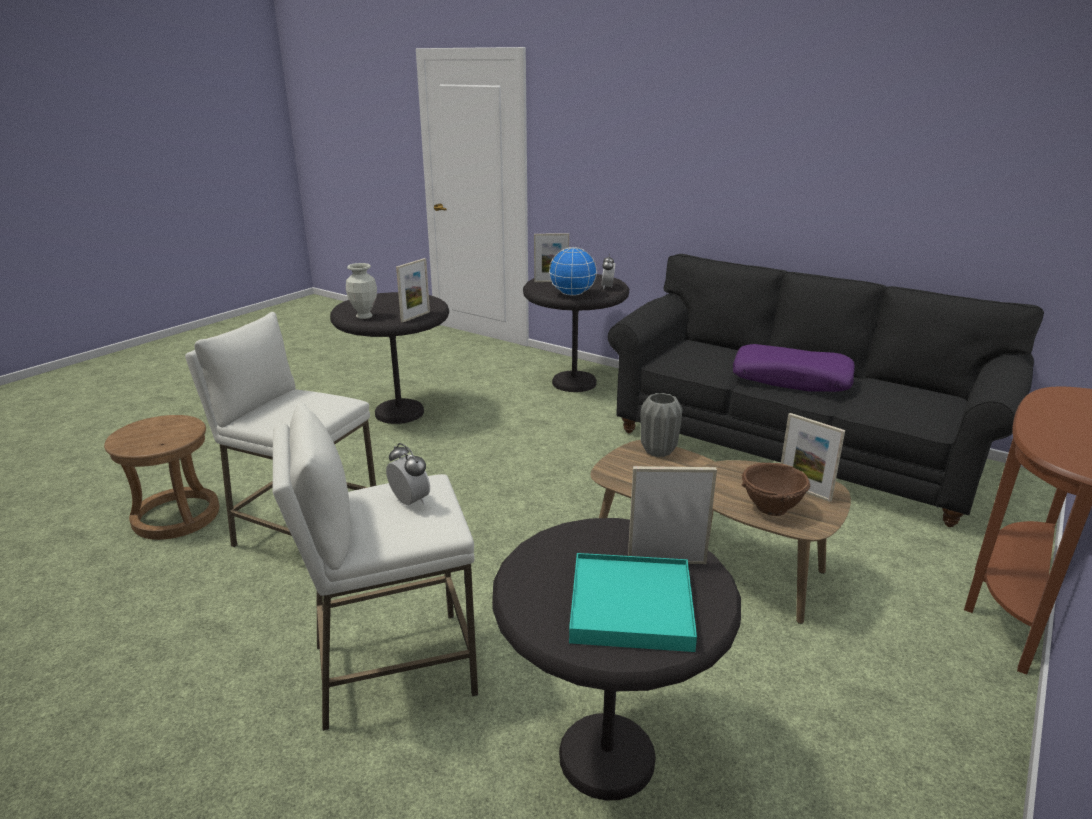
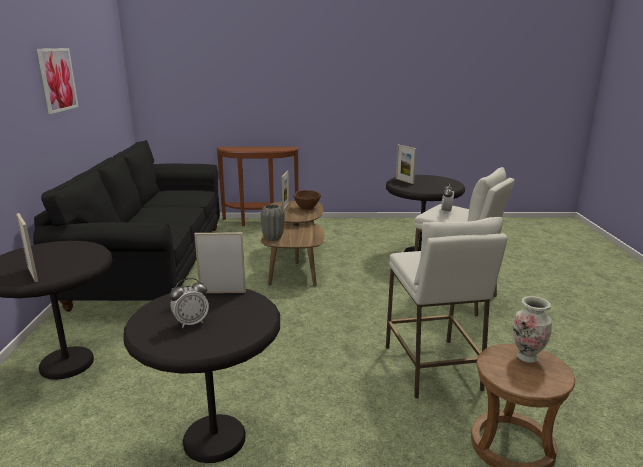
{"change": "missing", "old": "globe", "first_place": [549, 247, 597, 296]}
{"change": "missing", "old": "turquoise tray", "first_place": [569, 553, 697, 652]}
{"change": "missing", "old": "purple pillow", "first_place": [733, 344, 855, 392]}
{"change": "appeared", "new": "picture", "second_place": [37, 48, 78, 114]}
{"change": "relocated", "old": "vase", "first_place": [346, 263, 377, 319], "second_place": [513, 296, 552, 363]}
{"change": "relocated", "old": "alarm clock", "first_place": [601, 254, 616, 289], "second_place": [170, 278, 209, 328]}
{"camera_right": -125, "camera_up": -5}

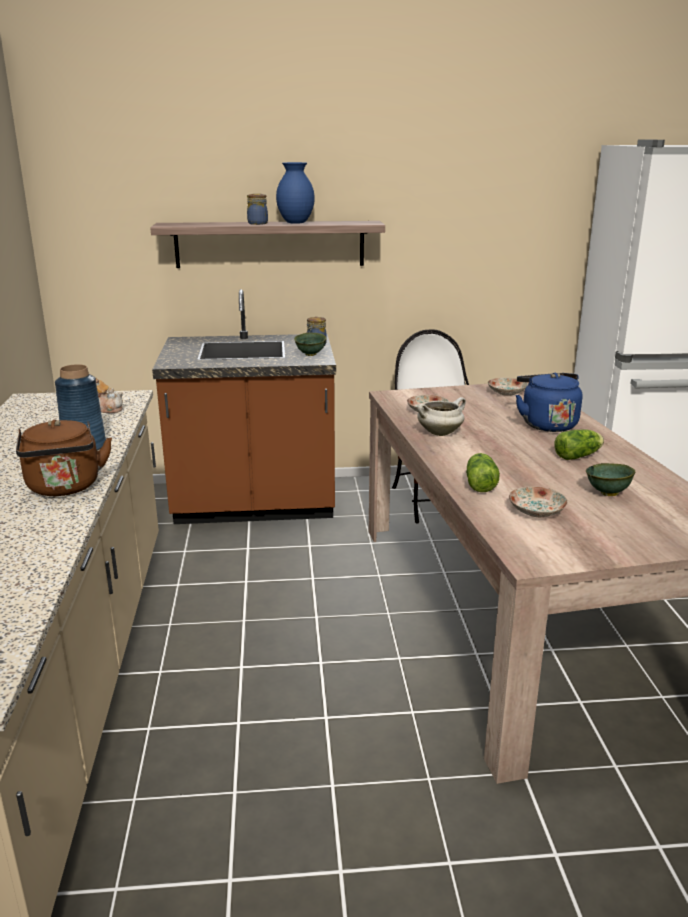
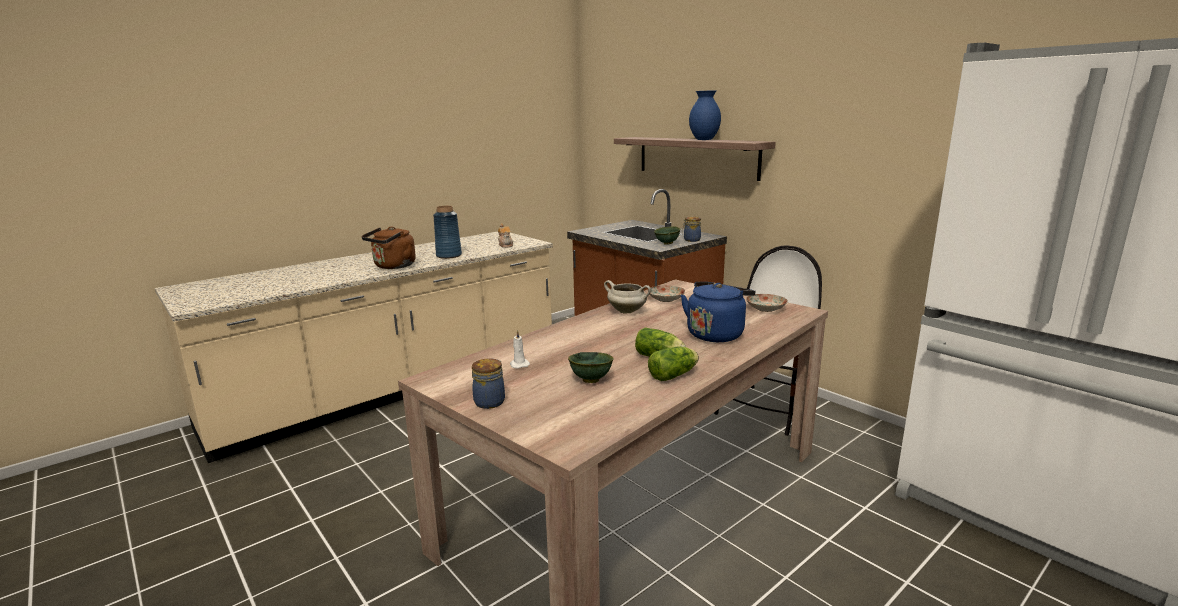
{"change": "relocated", "old": "jar", "first_place": [247, 193, 268, 225], "second_place": [472, 358, 505, 409]}
{"change": "relocated", "old": "lettuce", "first_place": [466, 453, 500, 492], "second_place": [648, 346, 699, 381]}
{"change": "exchanged", "old": "plate", "new": "white candle", "first_place": [509, 486, 568, 517], "second_place": [510, 330, 530, 369]}
{"camera_right": 55, "camera_up": -5}

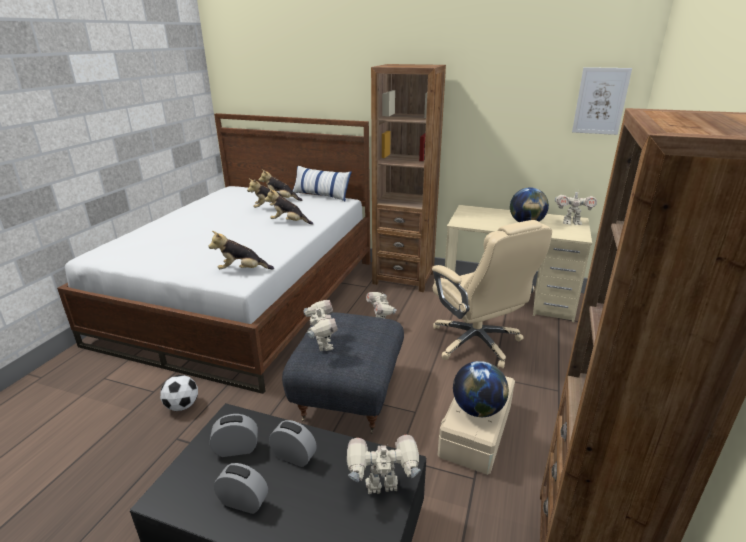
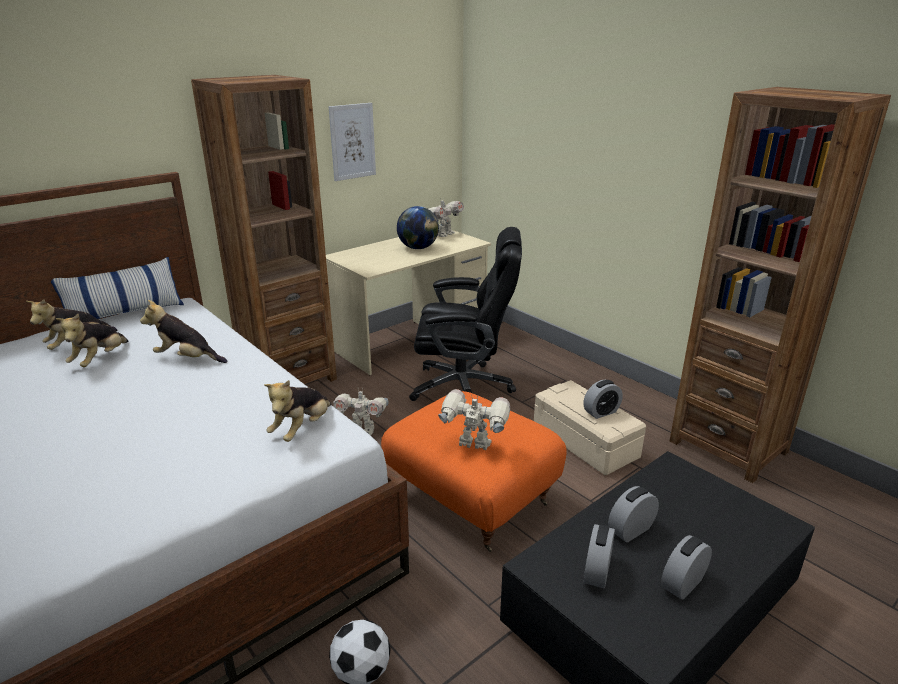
{"change": "missing", "old": "toy robot", "first_place": [347, 434, 421, 494]}
{"change": "relocated", "old": "picture", "first_place": [572, 67, 632, 135], "second_place": [329, 103, 376, 181]}
{"change": "exchanged", "old": "globe", "new": "alarm clock", "first_place": [453, 361, 509, 417], "second_place": [583, 380, 623, 419]}
{"change": "colour", "old": "grey ottoman", "new": "orange ottoman", "first_place": [282, 312, 404, 434], "second_place": [381, 391, 567, 552]}
{"change": "colour", "old": "beige office chair", "new": "black office chair", "first_place": [432, 220, 552, 368], "second_place": [409, 227, 522, 401]}
{"change": "spun", "old": "plush toy", "first_place": [264, 188, 314, 225], "second_place": [140, 300, 228, 363], "degrees": 60}
{"camera_right": -60, "camera_up": 0}

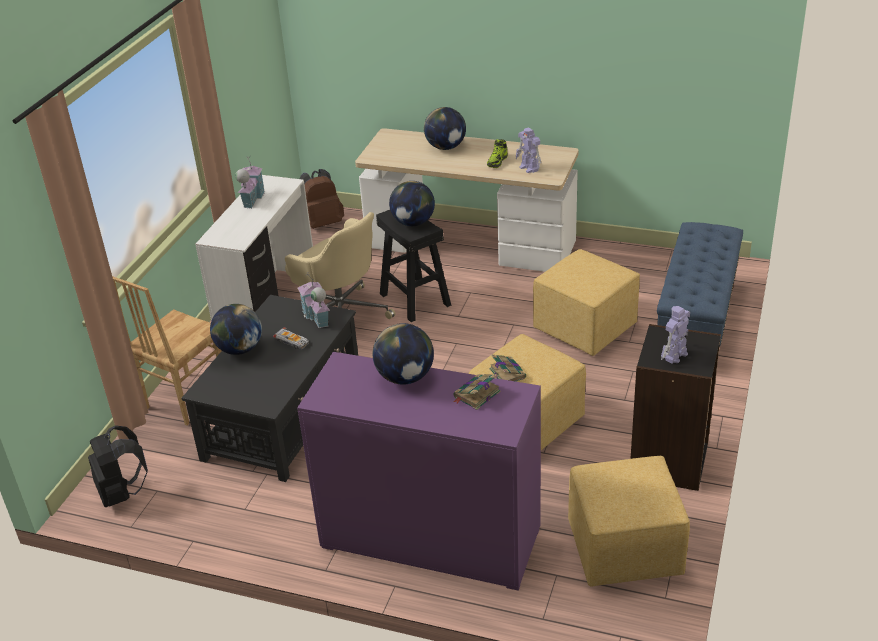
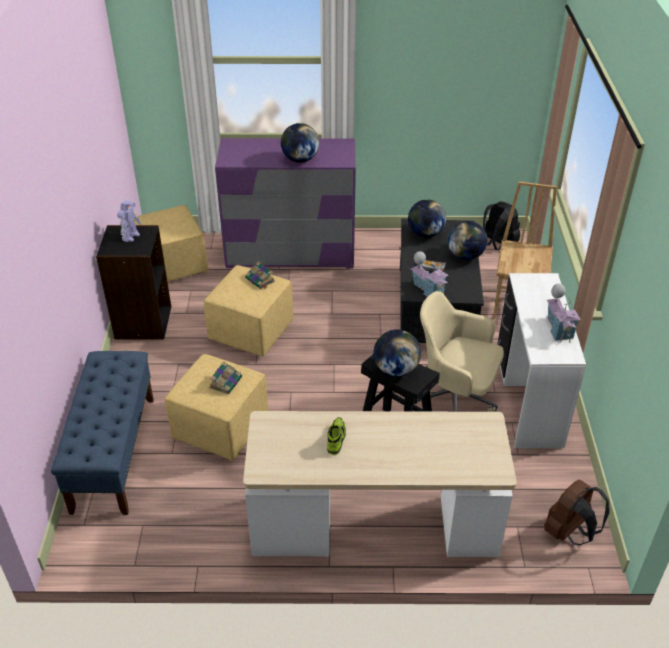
{"change": "missing", "old": "toy robot", "first_place": [516, 128, 541, 173]}
{"change": "relocated", "old": "globe", "first_place": [424, 107, 466, 150], "second_place": [408, 199, 446, 238]}
{"change": "relocated", "old": "book", "first_place": [453, 374, 500, 410], "second_place": [210, 361, 242, 394]}
{"camera_right": 160, "camera_up": 5}

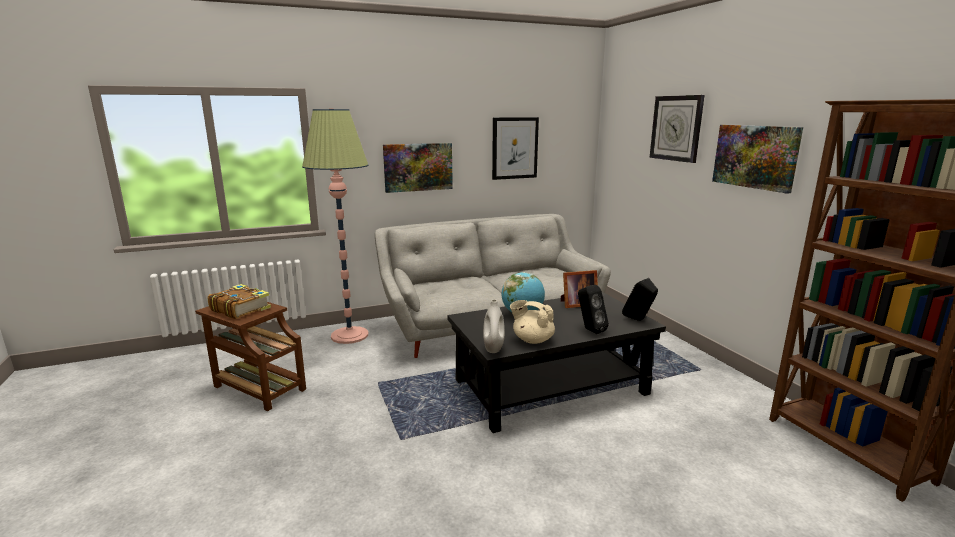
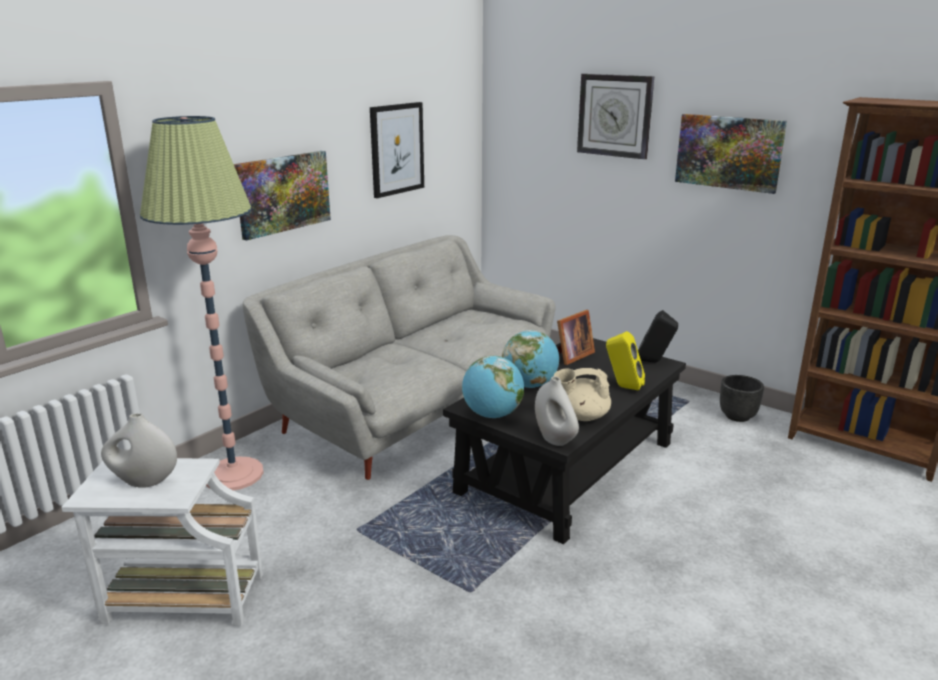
{"change": "appeared", "new": "globe", "second_place": [462, 356, 524, 418]}
{"change": "appeared", "new": "black planter", "second_place": [720, 375, 764, 422]}
{"change": "exchanged", "old": "book", "new": "white vase", "first_place": [208, 284, 271, 319], "second_place": [101, 413, 177, 488]}
{"change": "colour", "old": "brown side table", "new": "white side table", "first_place": [195, 302, 306, 411], "second_place": [61, 458, 263, 626]}
{"change": "colour", "old": "black speaker", "new": "yellow speaker", "first_place": [578, 285, 609, 334], "second_place": [606, 331, 645, 391]}
{"camera_right": -30, "camera_up": 5}

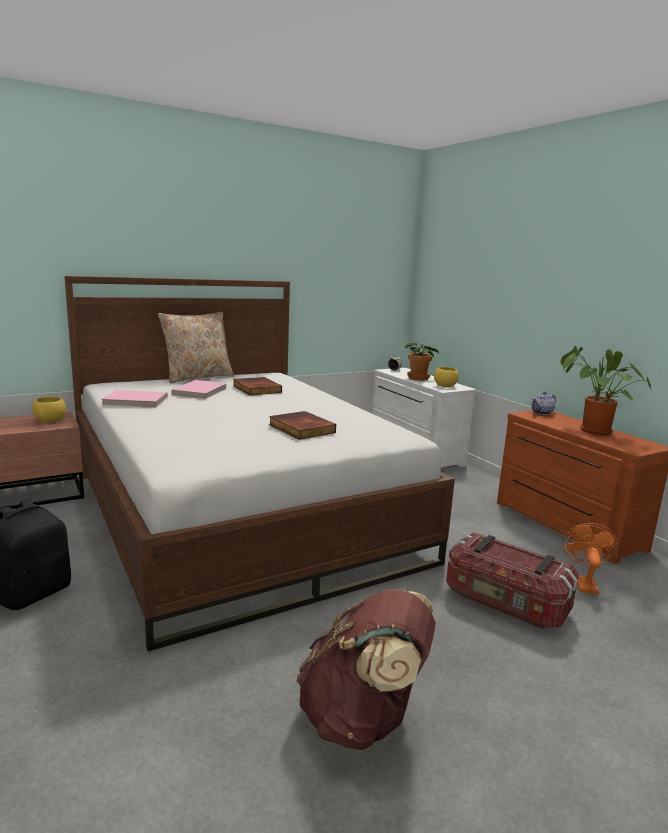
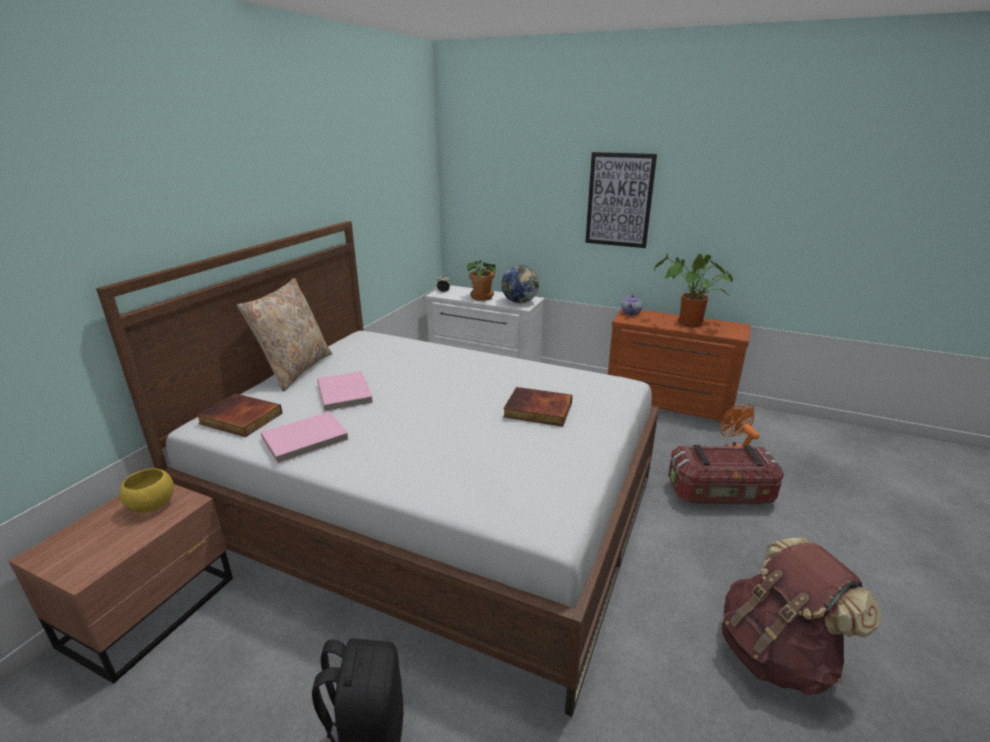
{"change": "appeared", "new": "picture", "second_place": [585, 152, 657, 248]}
{"change": "relocated", "old": "book", "first_place": [233, 377, 282, 396], "second_place": [196, 393, 282, 437]}
{"change": "exchanged", "old": "yellow bowl", "new": "globe", "first_place": [434, 367, 458, 387], "second_place": [501, 265, 539, 303]}
{"camera_right": -35, "camera_up": 10}

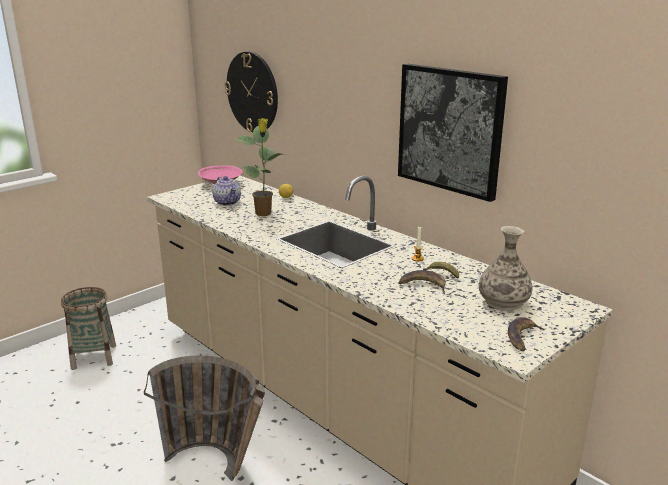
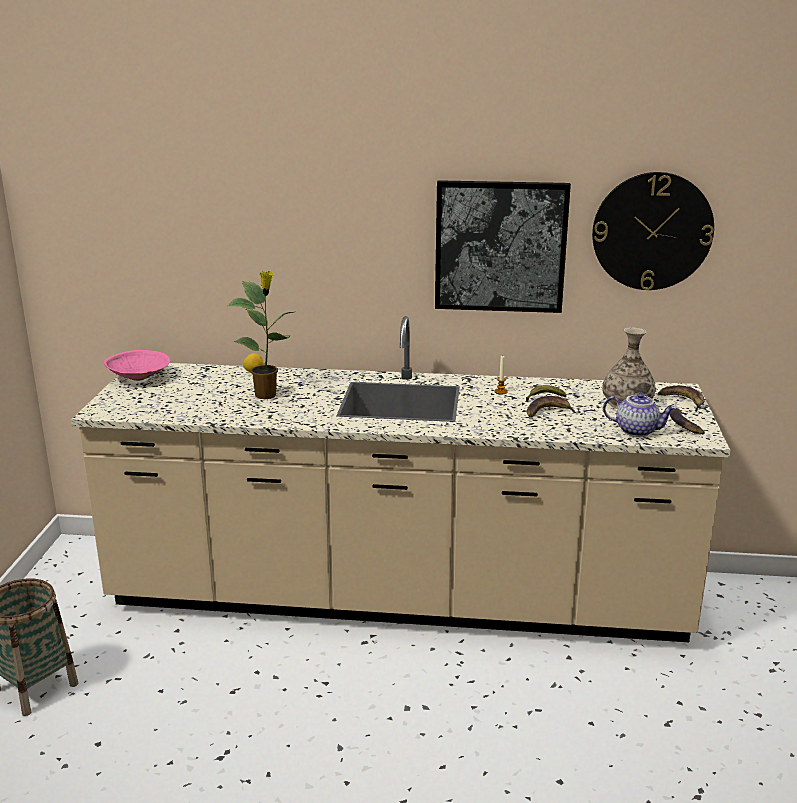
{"change": "missing", "old": "basket", "first_place": [144, 355, 265, 481]}
{"change": "appeared", "new": "banana", "second_place": [658, 386, 705, 412]}
{"change": "relocated", "old": "teapot", "first_place": [212, 176, 241, 206], "second_place": [603, 392, 677, 437]}
{"change": "relocated", "old": "wall clock", "first_place": [225, 52, 278, 132], "second_place": [592, 172, 714, 290]}
{"camera_right": -40, "camera_up": 0}

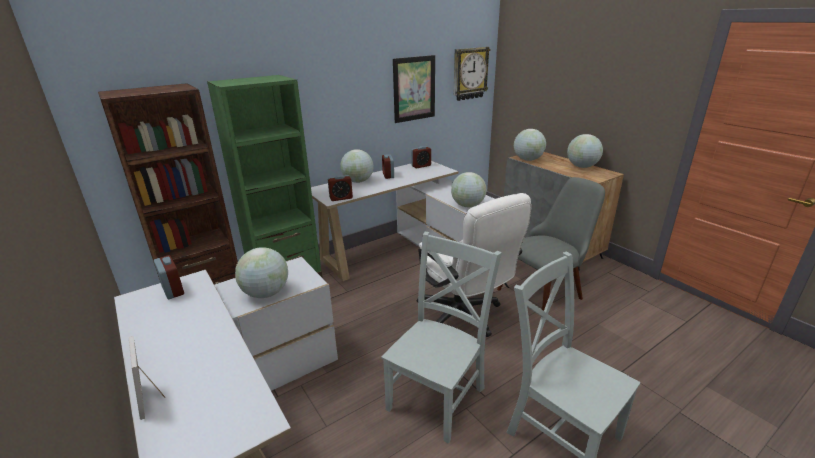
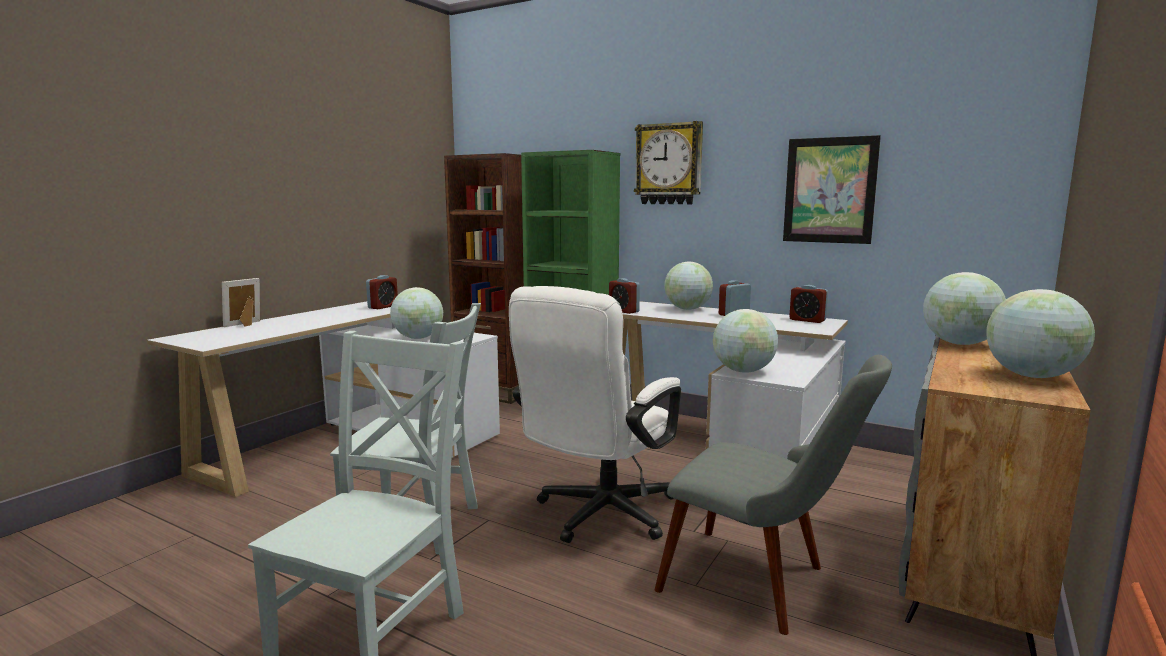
{"change": "relocated", "old": "wall clock", "first_place": [453, 47, 491, 101], "second_place": [634, 121, 703, 204]}
{"camera_right": 65, "camera_up": -15}

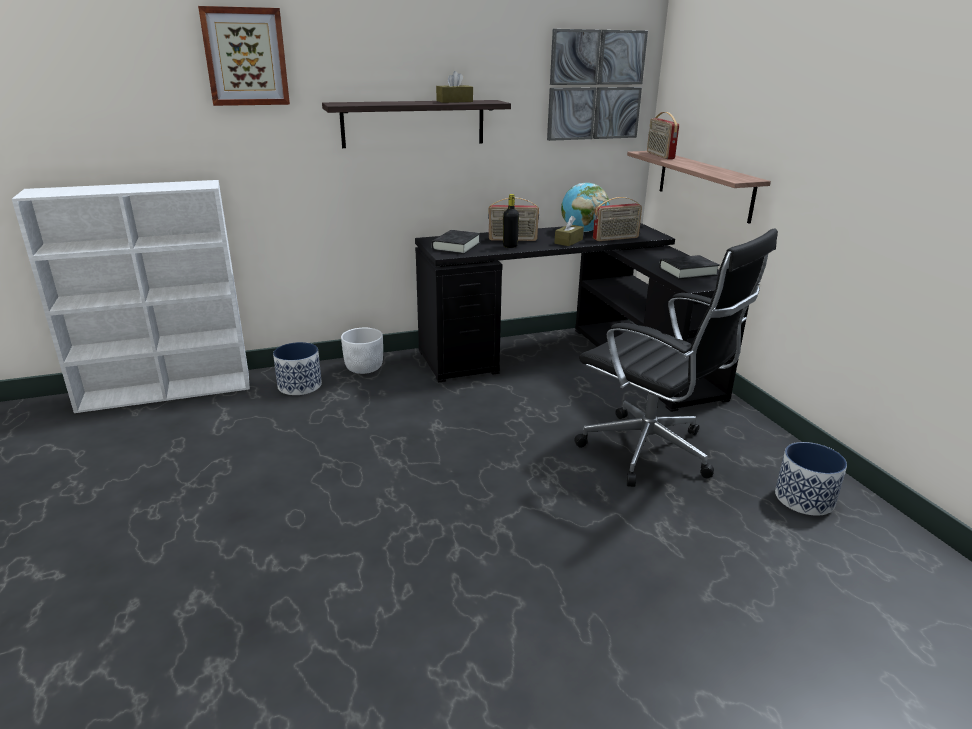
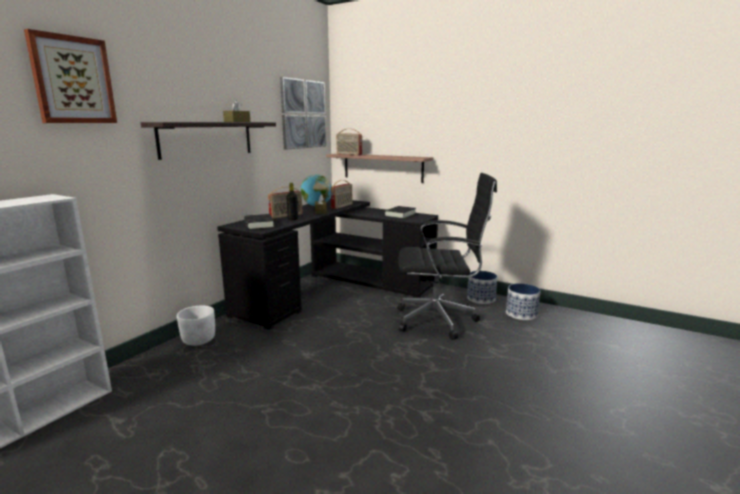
{"change": "relocated", "old": "planter", "first_place": [273, 342, 322, 395], "second_place": [467, 271, 497, 304]}
{"camera_right": -40, "camera_up": -10}

